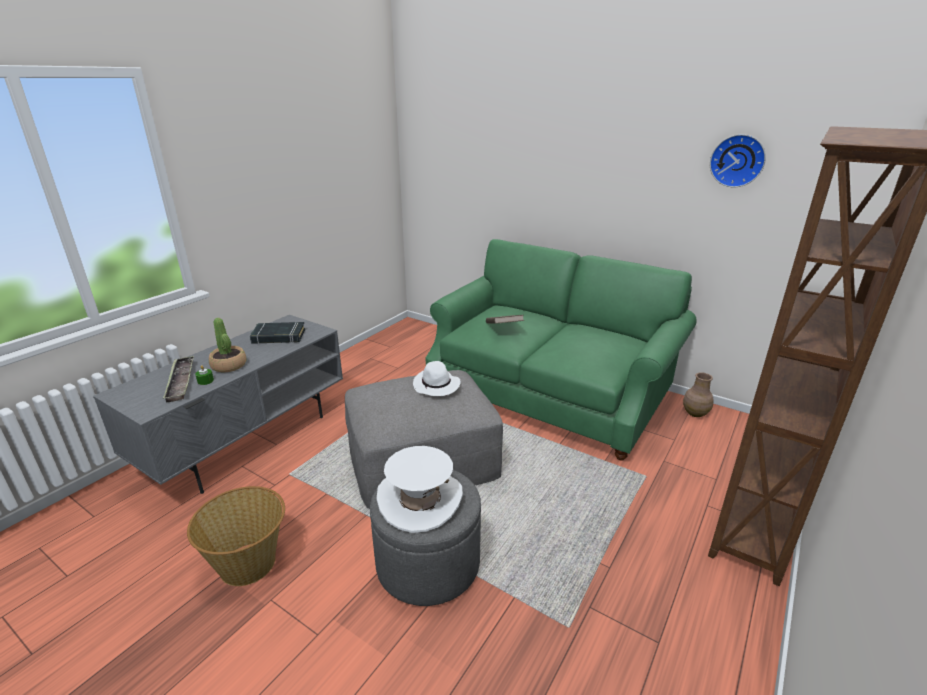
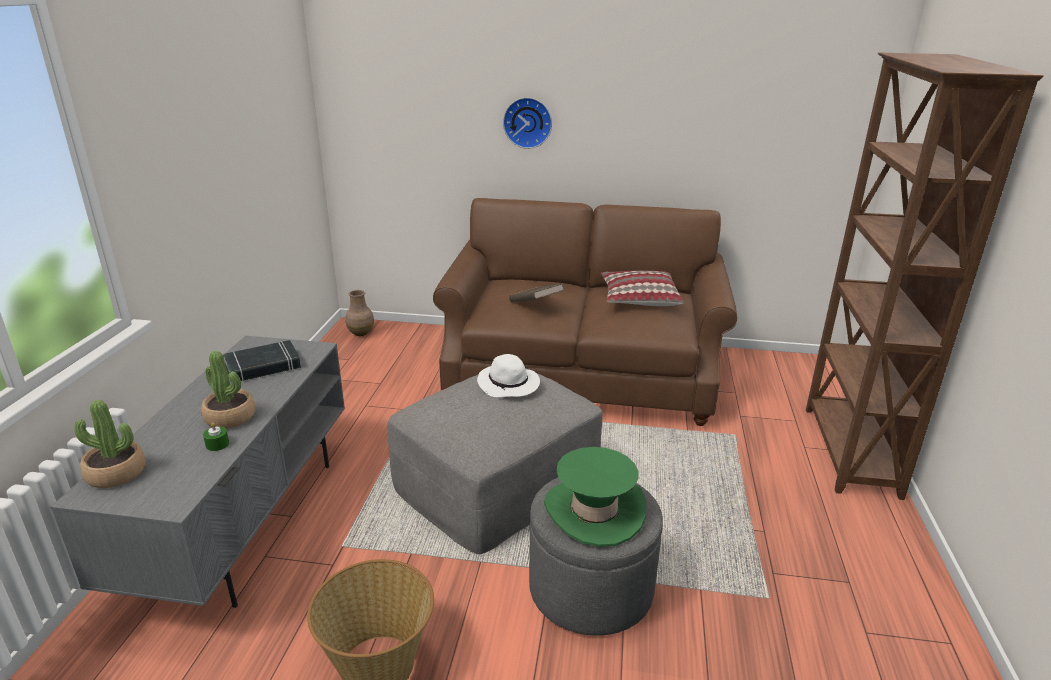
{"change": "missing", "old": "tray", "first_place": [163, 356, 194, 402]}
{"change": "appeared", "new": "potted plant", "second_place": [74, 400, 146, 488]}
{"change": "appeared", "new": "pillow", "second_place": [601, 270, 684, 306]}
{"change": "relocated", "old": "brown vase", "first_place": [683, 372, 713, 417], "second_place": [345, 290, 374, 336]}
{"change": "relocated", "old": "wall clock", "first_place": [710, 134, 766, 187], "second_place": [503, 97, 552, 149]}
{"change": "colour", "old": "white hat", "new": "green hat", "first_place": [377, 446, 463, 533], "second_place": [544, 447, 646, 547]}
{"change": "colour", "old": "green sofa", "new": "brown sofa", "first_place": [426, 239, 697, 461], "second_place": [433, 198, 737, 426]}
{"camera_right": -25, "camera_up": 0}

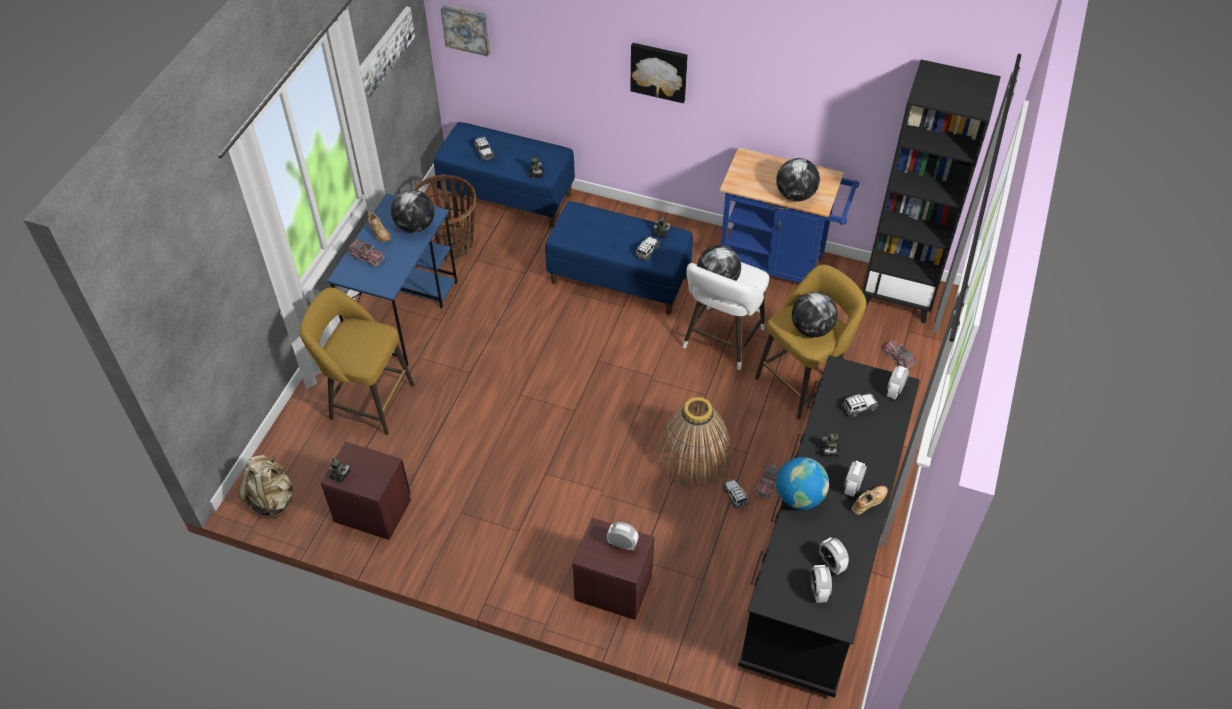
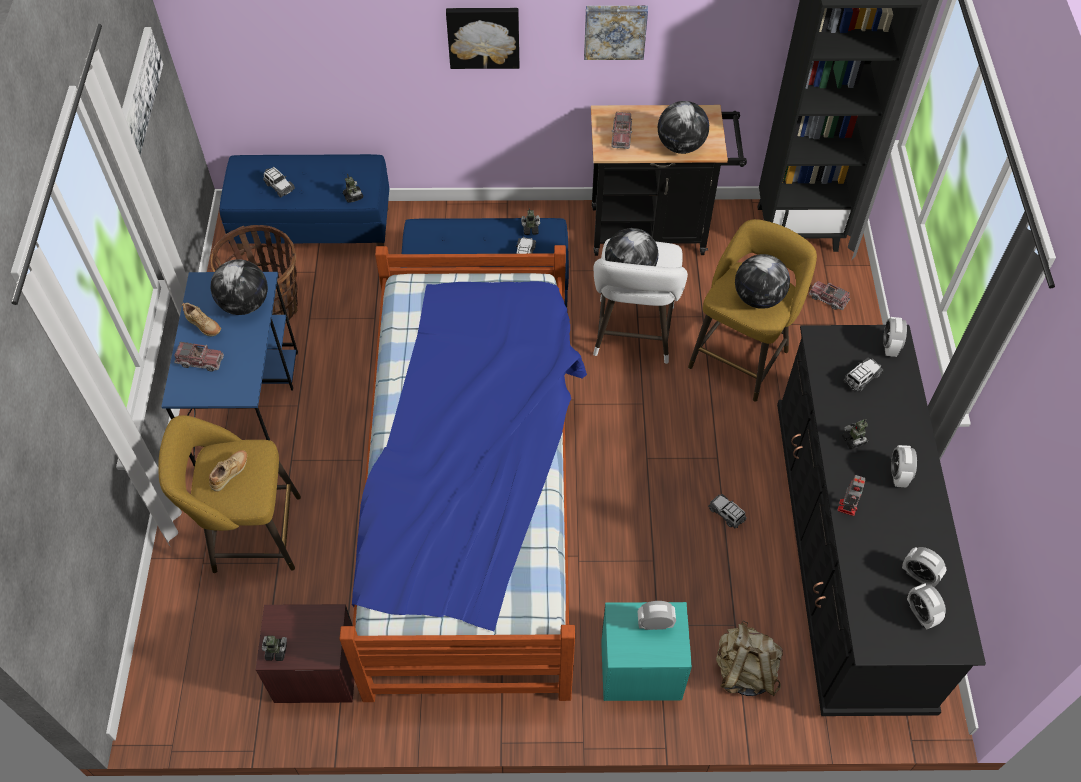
{"change": "missing", "old": "basket", "first_place": [656, 397, 732, 488]}
{"change": "appeared", "new": "bed", "second_place": [339, 245, 587, 702]}
{"change": "relocated", "old": "beige backpack", "first_place": [239, 455, 294, 519], "second_place": [716, 620, 783, 697]}
{"change": "relocated", "old": "picture", "first_place": [440, 4, 490, 56], "second_place": [584, 6, 648, 60]}
{"change": "relocated", "old": "toy truck", "first_place": [754, 463, 781, 499], "second_place": [611, 112, 632, 149]}
{"change": "relocated", "old": "beige shoe", "first_place": [852, 486, 888, 515], "second_place": [209, 450, 247, 492]}
{"change": "exchanged", "old": "globe", "new": "toy robot", "first_place": [776, 457, 829, 510], "second_place": [837, 475, 866, 516]}
{"change": "colour", "old": "brown nightstand", "new": "turquoise nightstand", "first_place": [573, 518, 654, 620], "second_place": [601, 602, 692, 701]}
{"change": "colour", "old": "blue cart", "new": "black cart", "first_place": [720, 148, 859, 283], "second_place": [591, 105, 747, 256]}
{"camera_right": -20, "camera_up": 5}

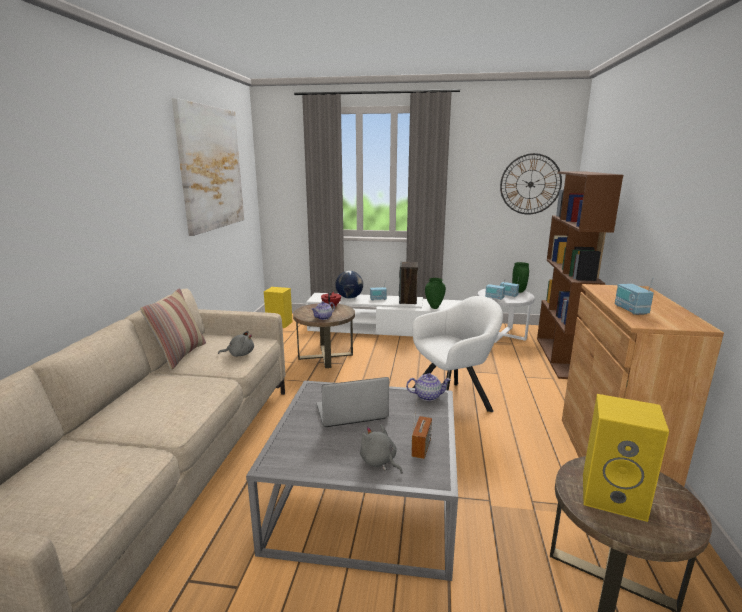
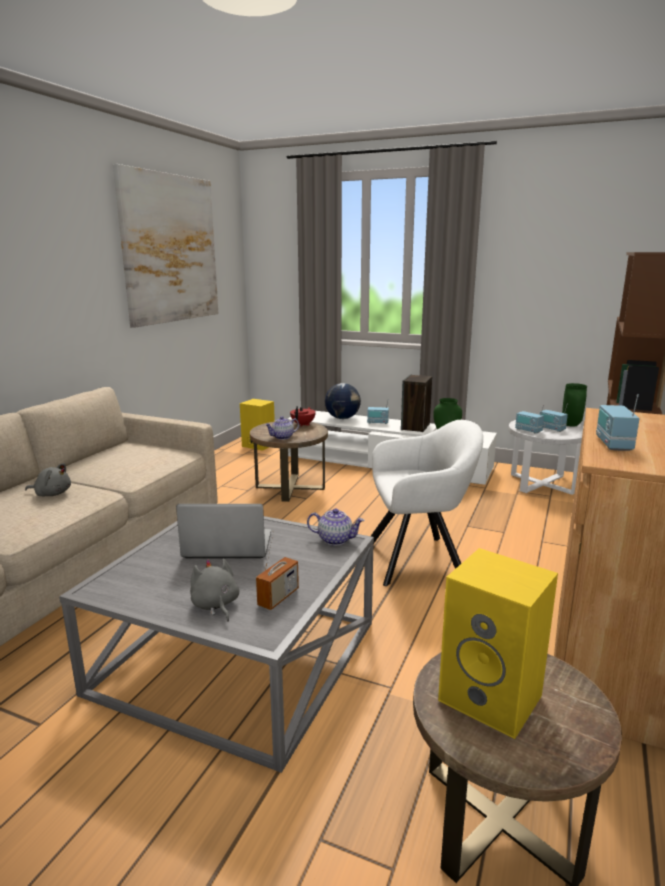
{"change": "missing", "old": "pillow", "first_place": [140, 288, 206, 370]}
{"change": "missing", "old": "wall clock", "first_place": [500, 153, 562, 215]}
{"change": "relocated", "old": "grey plush toy", "first_place": [218, 331, 254, 357], "second_place": [25, 463, 71, 496]}
{"camera_right": 15, "camera_up": 0}

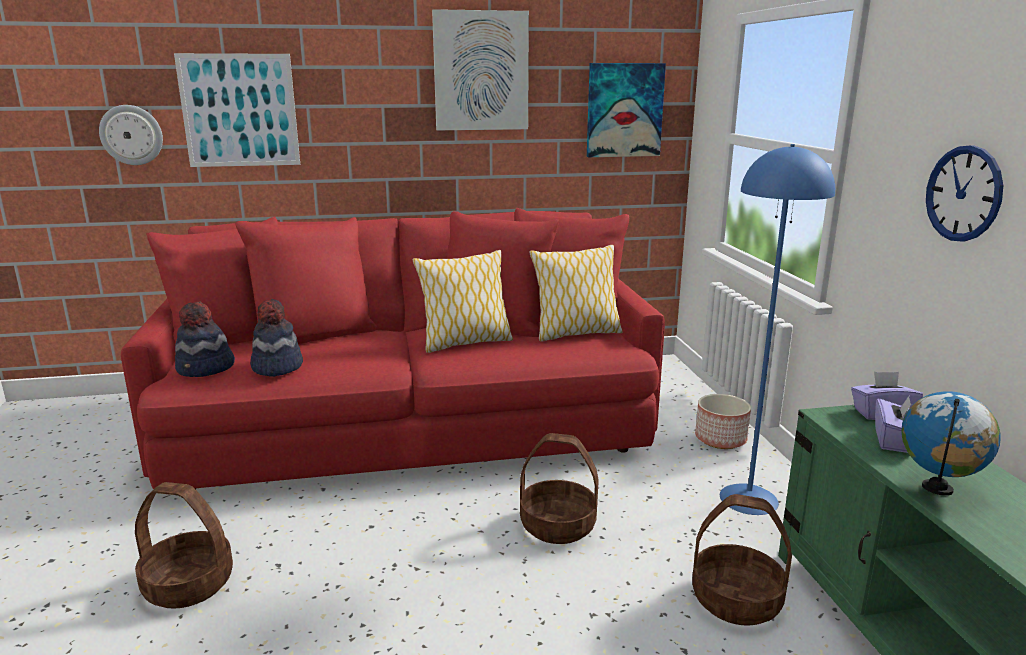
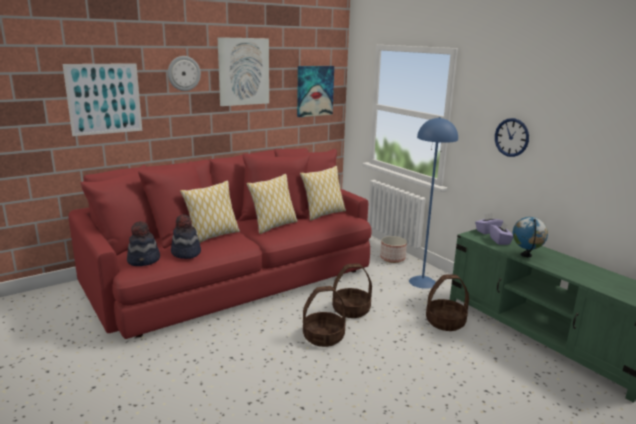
{"change": "appeared", "new": "pillow", "second_place": [180, 181, 240, 243]}
{"change": "relocated", "old": "wall clock", "first_place": [99, 105, 163, 165], "second_place": [168, 56, 201, 91]}
{"change": "relocated", "old": "basket", "first_place": [135, 482, 233, 609], "second_place": [303, 286, 346, 347]}
{"camera_right": -25, "camera_up": 0}

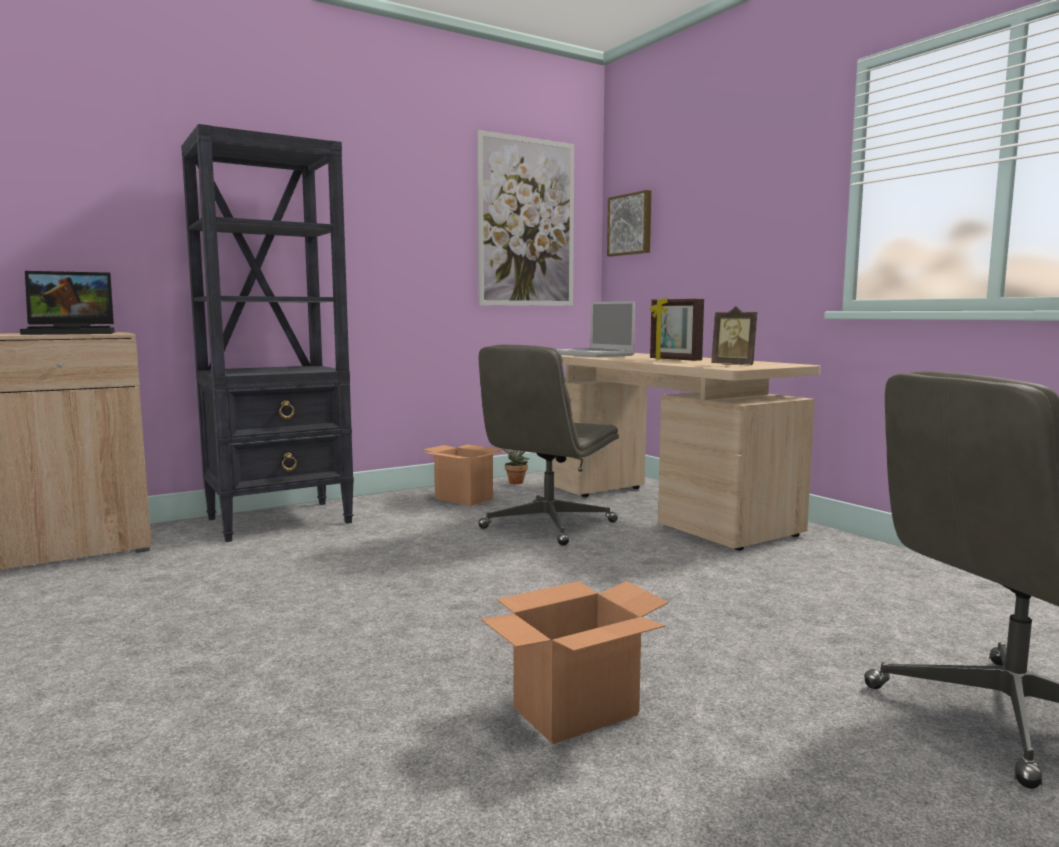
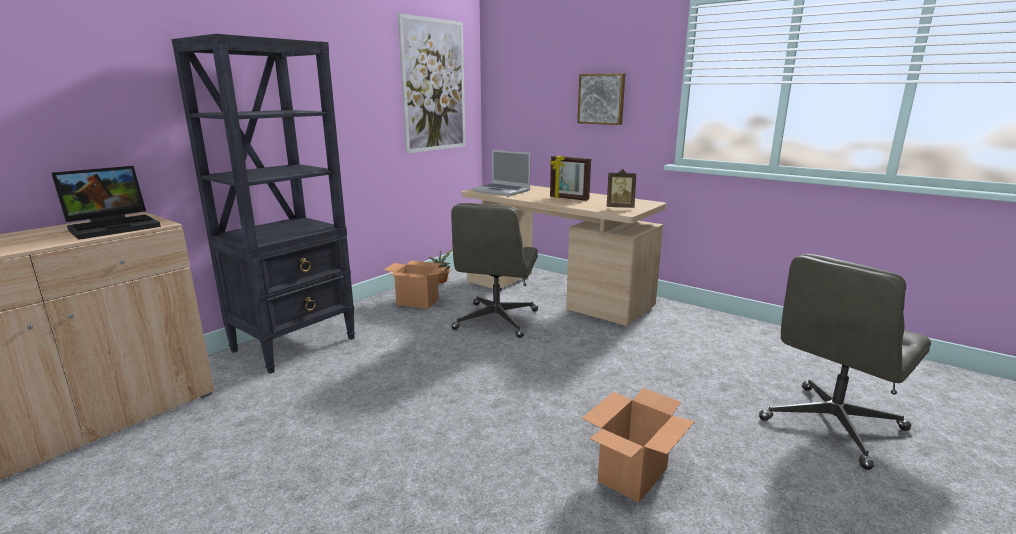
{"change": "relocated", "old": "picture", "first_place": [607, 190, 651, 256], "second_place": [577, 73, 625, 125]}
{"camera_right": -20, "camera_up": 10}

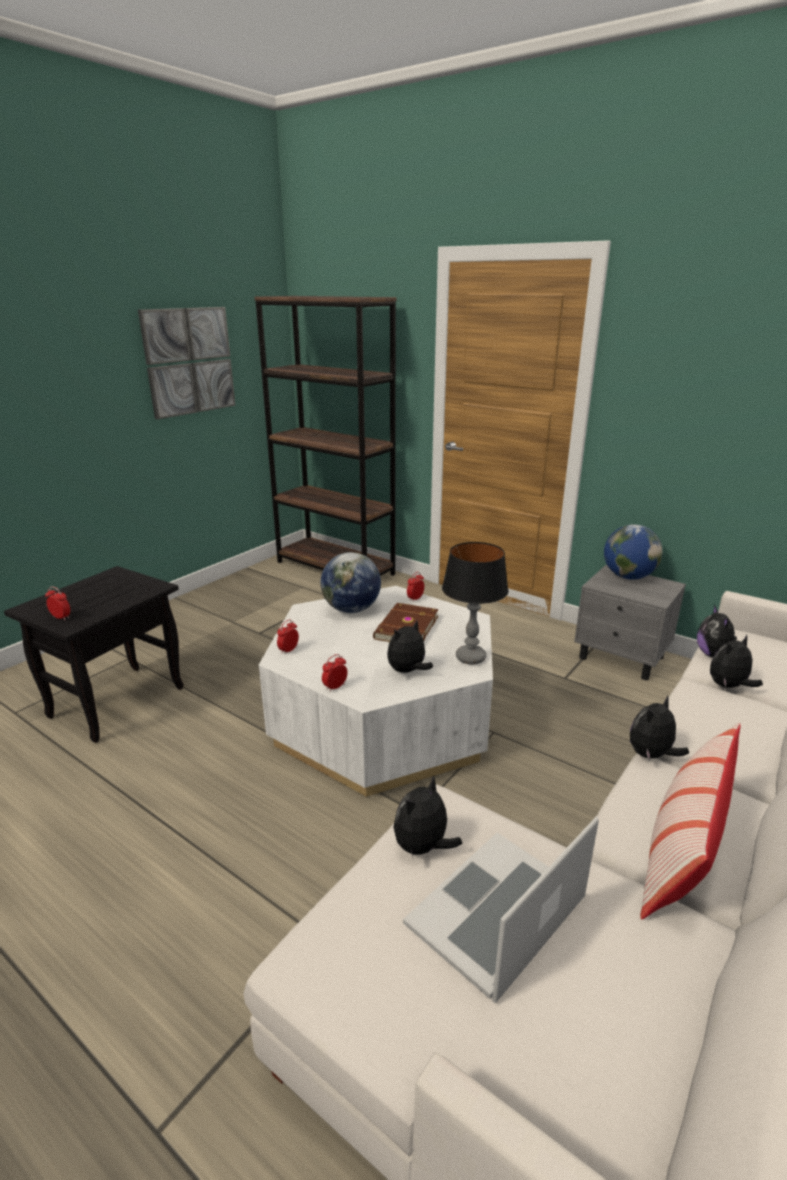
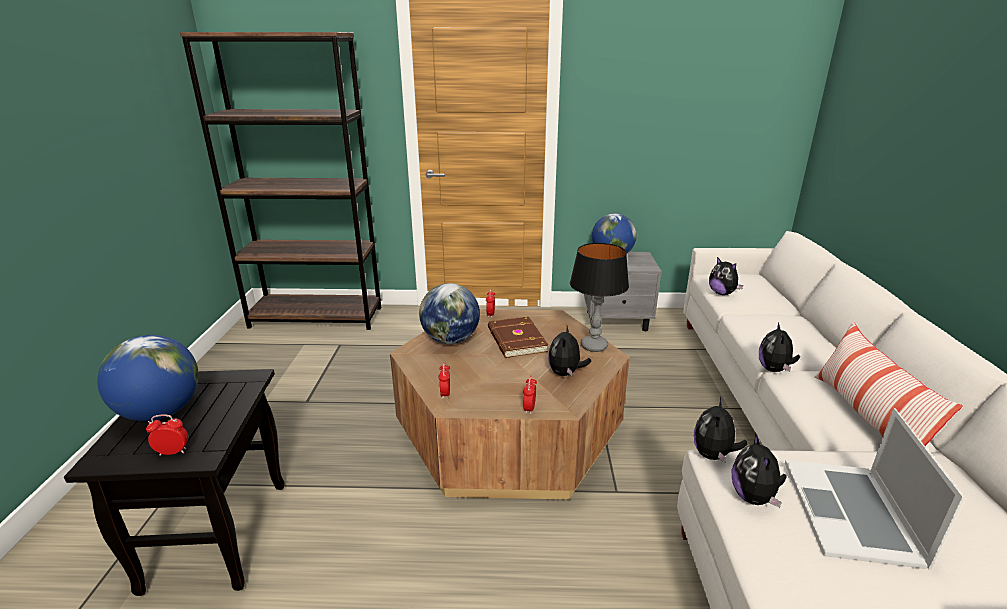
{"change": "missing", "old": "picture", "first_place": [138, 307, 235, 419]}
{"change": "appeared", "new": "globe", "second_place": [97, 335, 199, 421]}
{"change": "relocated", "old": "plush toy", "first_place": [710, 635, 763, 688], "second_place": [694, 397, 748, 463]}
{"change": "colour", "old": "white coffee table", "new": "brown coffee table", "first_place": [259, 586, 493, 797], "second_place": [390, 309, 630, 499]}
{"camera_right": -35, "camera_up": 0}

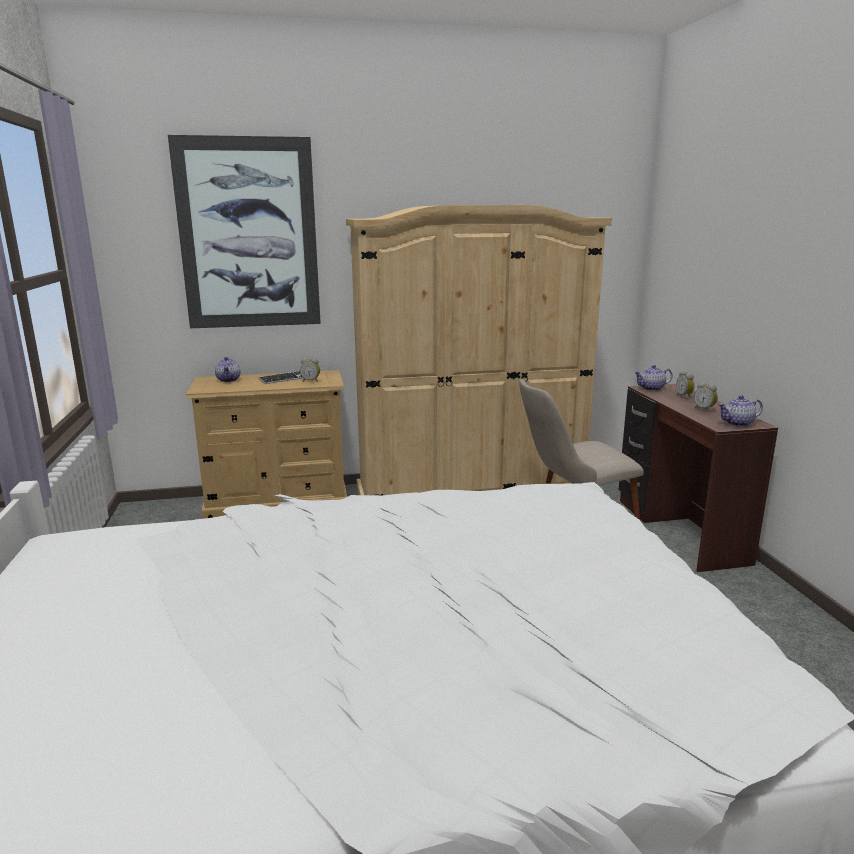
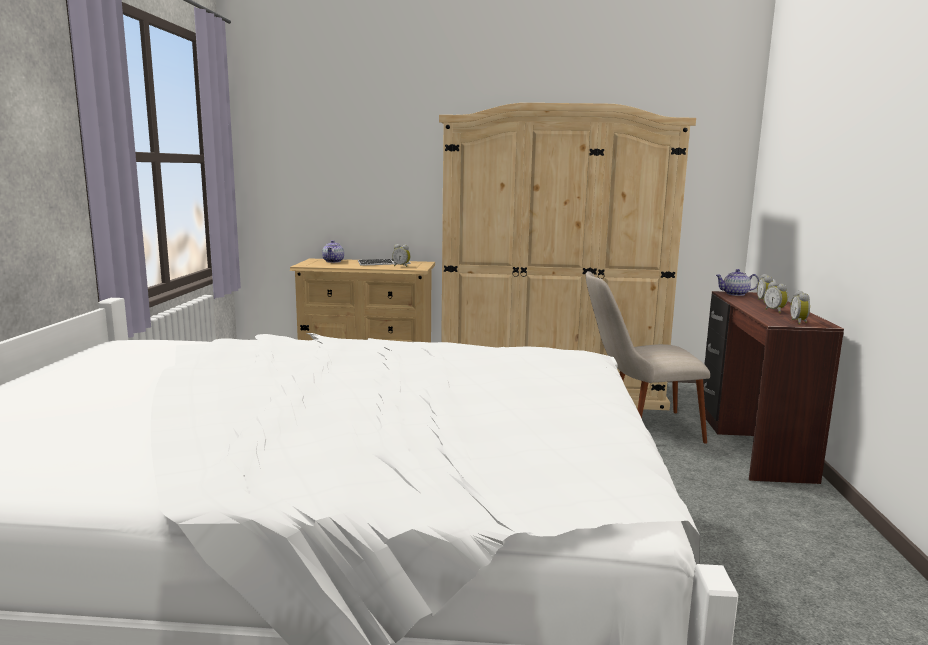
{"change": "missing", "old": "picture", "first_place": [168, 135, 321, 328]}
{"change": "exchanged", "old": "teapot", "new": "alarm clock", "first_place": [718, 395, 763, 427], "second_place": [790, 291, 810, 325]}
{"camera_right": 15, "camera_up": -5}

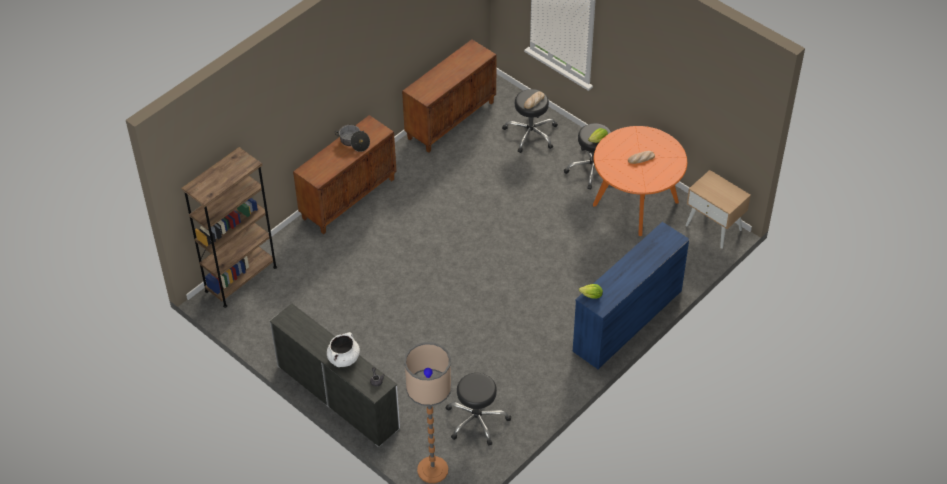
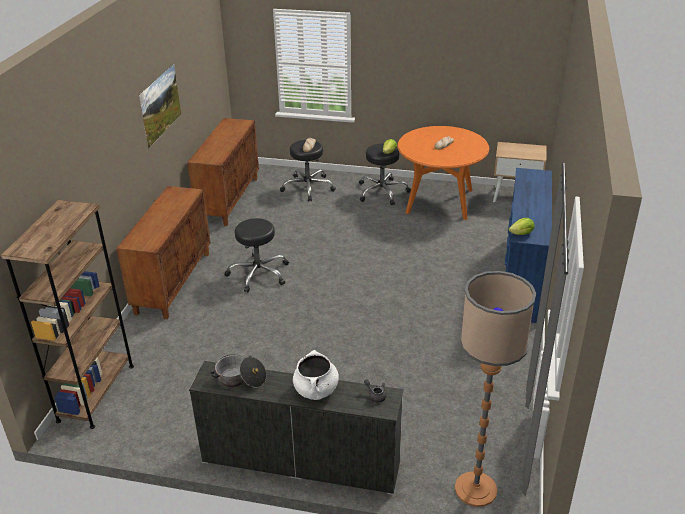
{"change": "appeared", "new": "picture", "second_place": [139, 64, 181, 149]}
{"change": "relocated", "old": "cooking pot", "first_place": [335, 125, 370, 152], "second_place": [210, 354, 267, 388]}
{"change": "relocated", "old": "black stool", "first_place": [446, 373, 511, 446], "second_place": [225, 218, 289, 292]}
{"camera_right": -30, "camera_up": -15}

